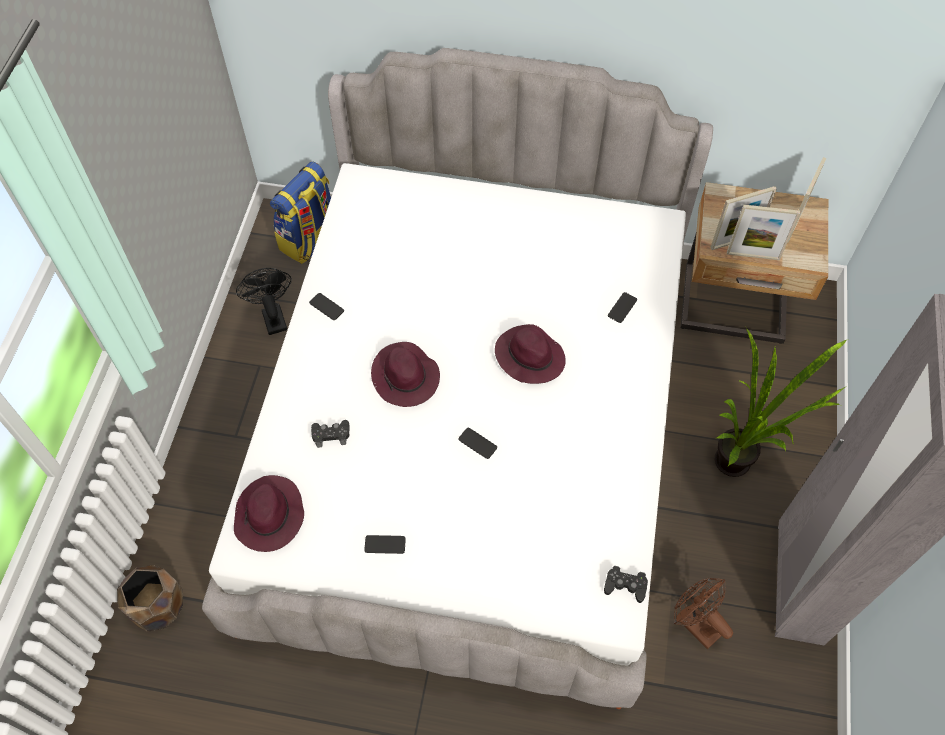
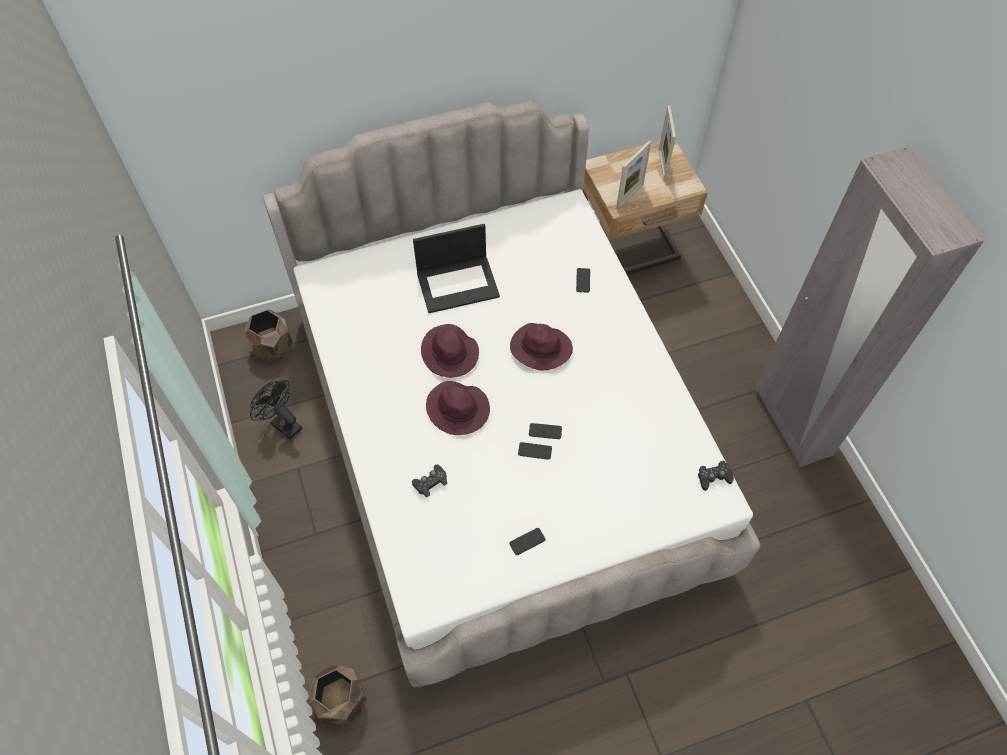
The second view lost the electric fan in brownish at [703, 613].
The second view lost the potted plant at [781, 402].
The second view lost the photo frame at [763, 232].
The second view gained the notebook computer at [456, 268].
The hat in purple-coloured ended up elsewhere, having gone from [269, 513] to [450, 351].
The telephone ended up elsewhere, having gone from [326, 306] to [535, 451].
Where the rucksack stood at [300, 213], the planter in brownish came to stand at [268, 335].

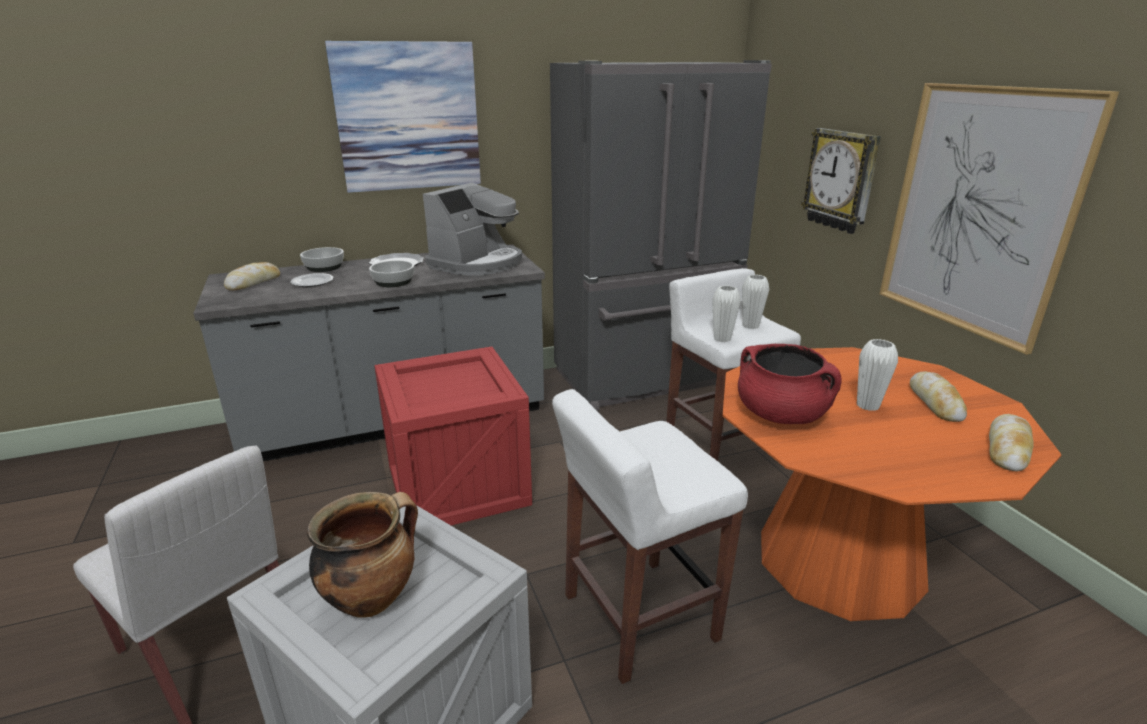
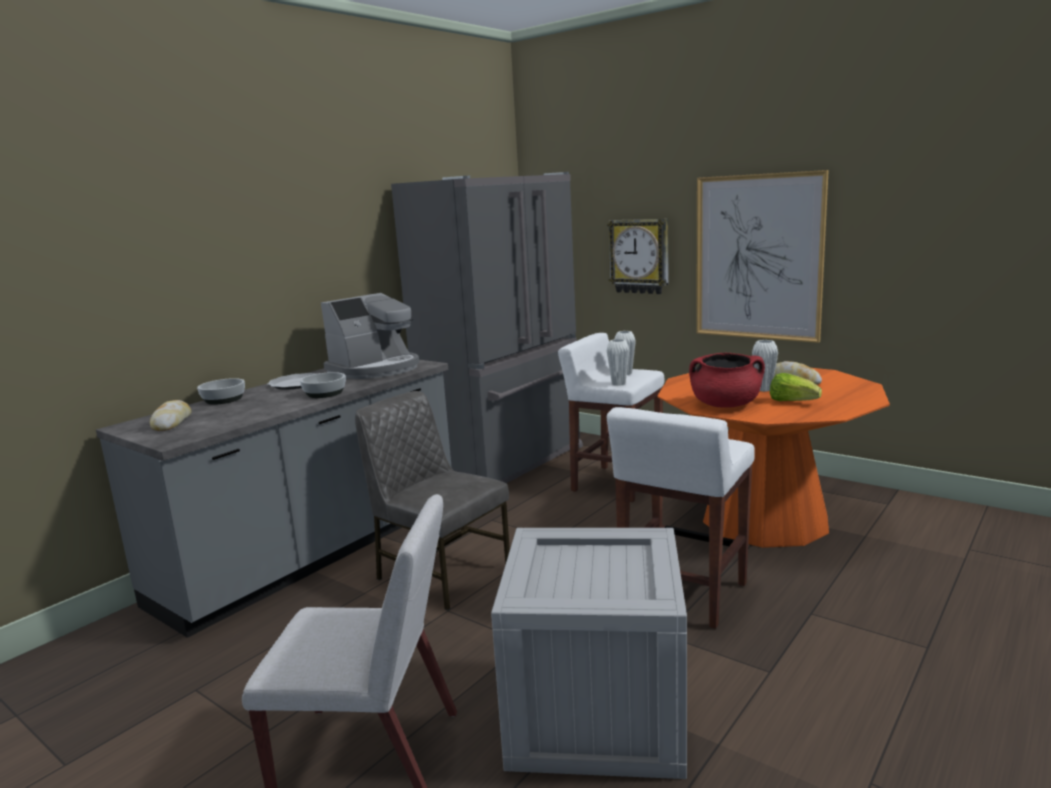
The second view lost the flat dish at [311, 280].
The second view lost the cooking pot at [362, 555].
The second view lost the wall picture at [403, 117].
The second view lost the bakery bread at [1011, 443].
The second view gained the head of lettuce at [796, 387].
Where the packing crate stood at [453, 435], the upright chair in greyish came to stand at [432, 501].
The coffee maker at [472, 229] ended up facing another way, 45 degrees clockwise from before.

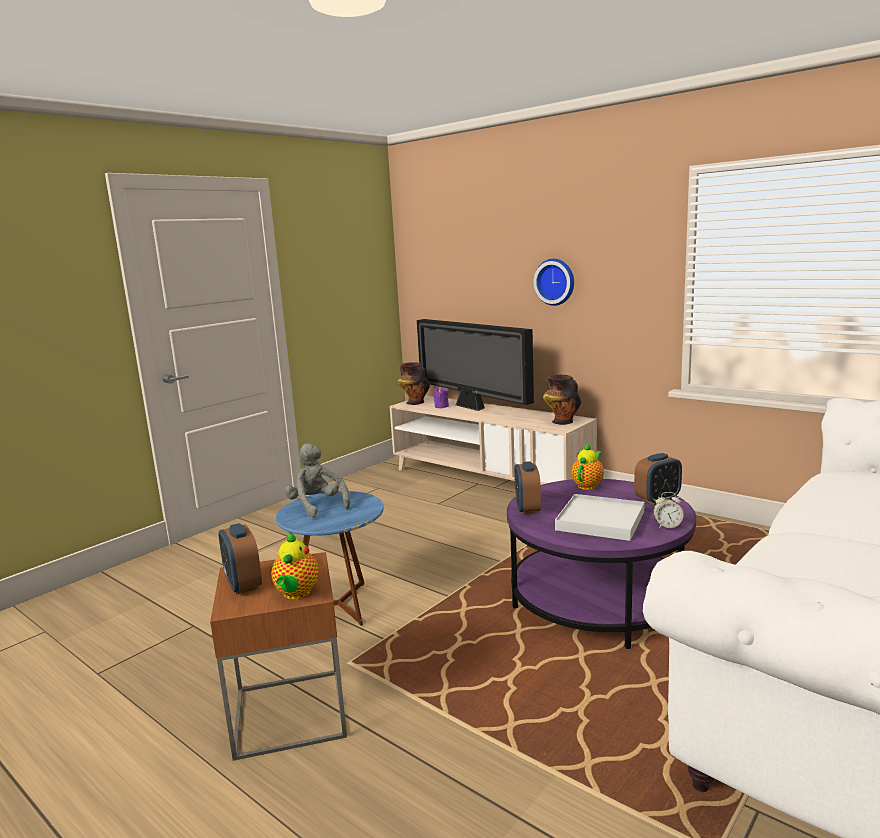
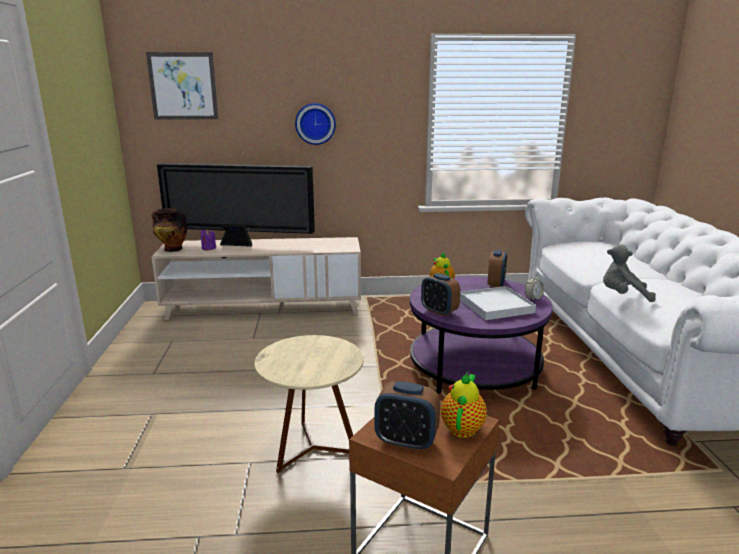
The second view lost the decorative vase at [562, 400].
The second view gained the wall picture at [182, 86].
The soft toy in greyish ended up elsewhere, having gone from [317, 480] to [629, 273].
What was the end table in blue at [330, 558] turned into the end table in sand-coloured at [309, 404].
The pot for tea at [295, 565] ended up facing another way, 120 degrees counterclockwise from before.

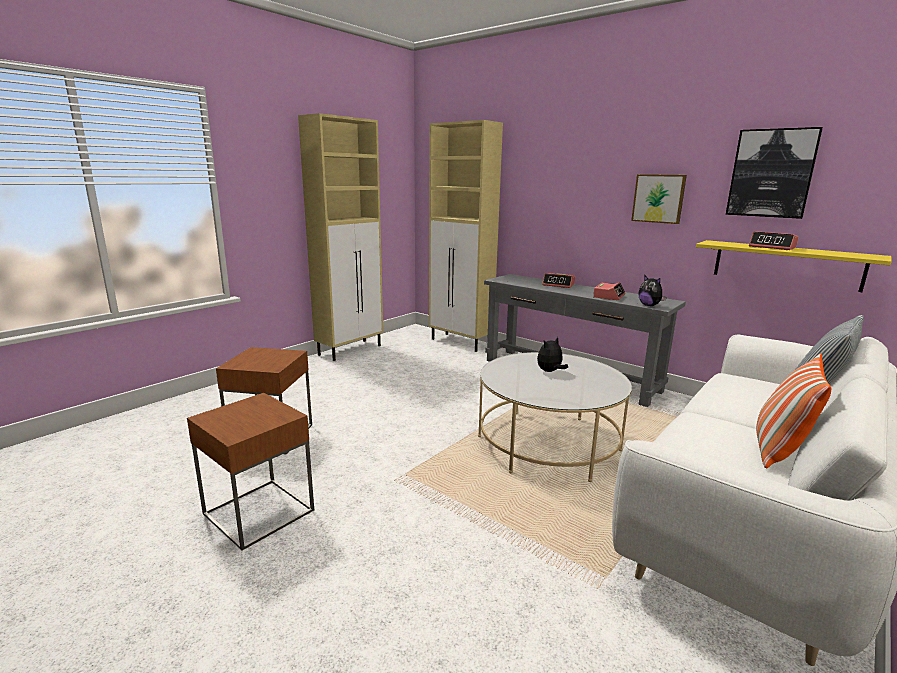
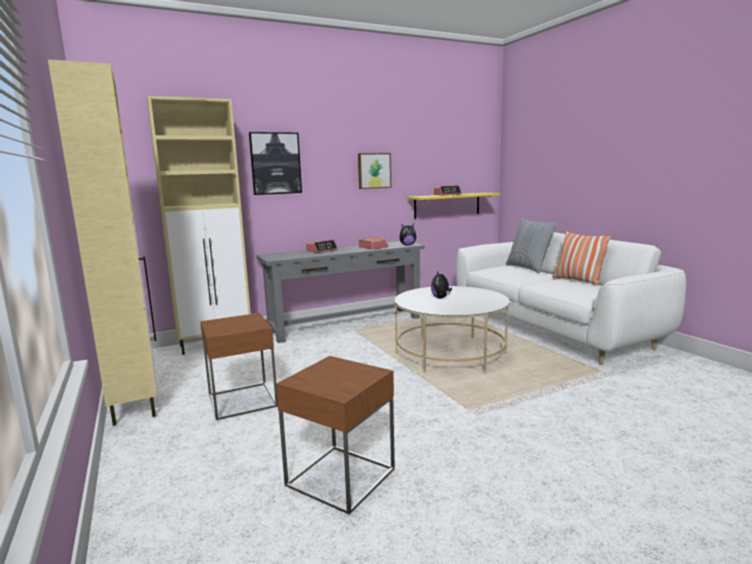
The end table in brownish ended up elsewhere, having gone from [250, 471] to [239, 366].
The wall picture ended up elsewhere, having gone from [774, 173] to [275, 163].

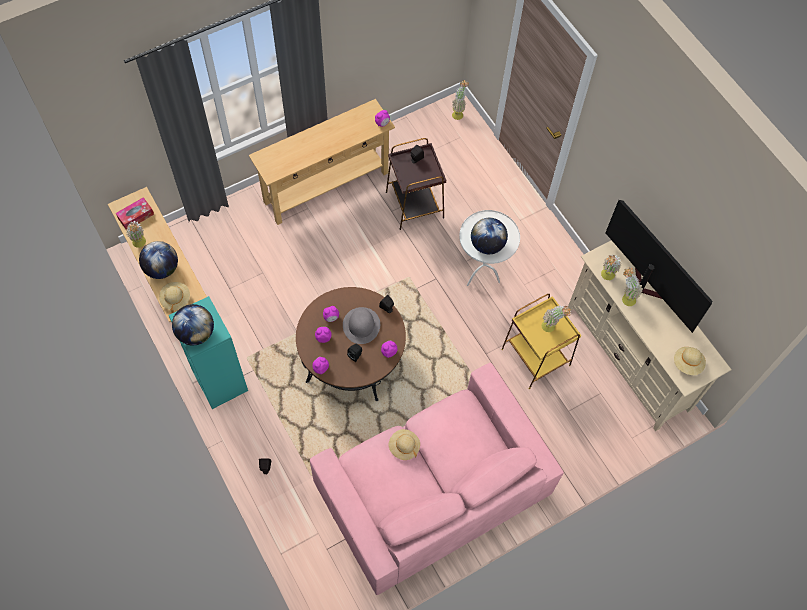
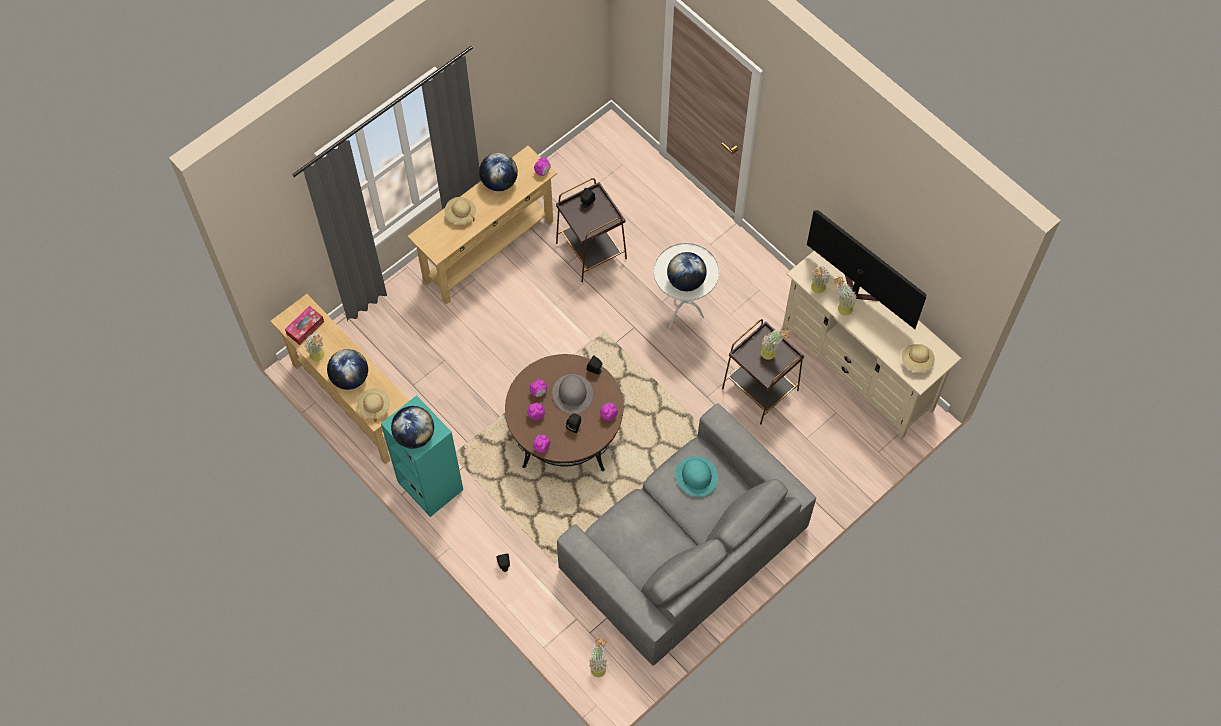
The second view gained the globe at [498, 172].
The second view gained the hat in turquoise at [696, 476].
The hat in sand-coloured ended up elsewhere, having gone from [404, 444] to [460, 210].
The potted plant ended up elsewhere, having gone from [460, 100] to [598, 657].
What was the settee in pinkish at [437, 479] turned into the settee in greyish at [686, 534].
What was the end table in yellowish at [541, 341] turned into the end table in brownish at [763, 372].

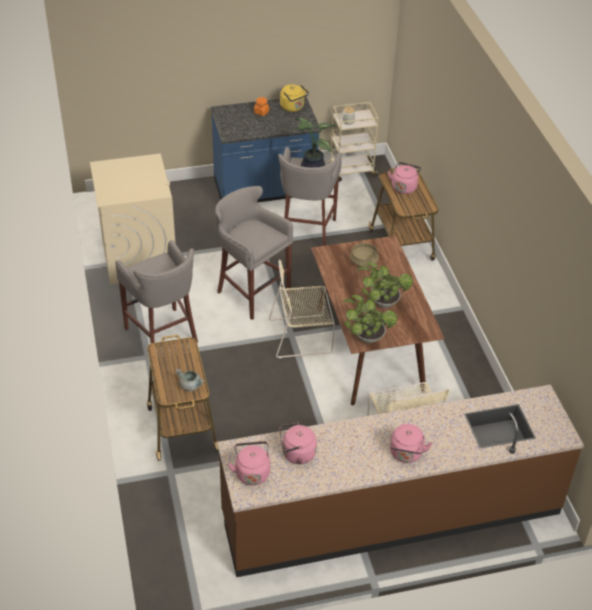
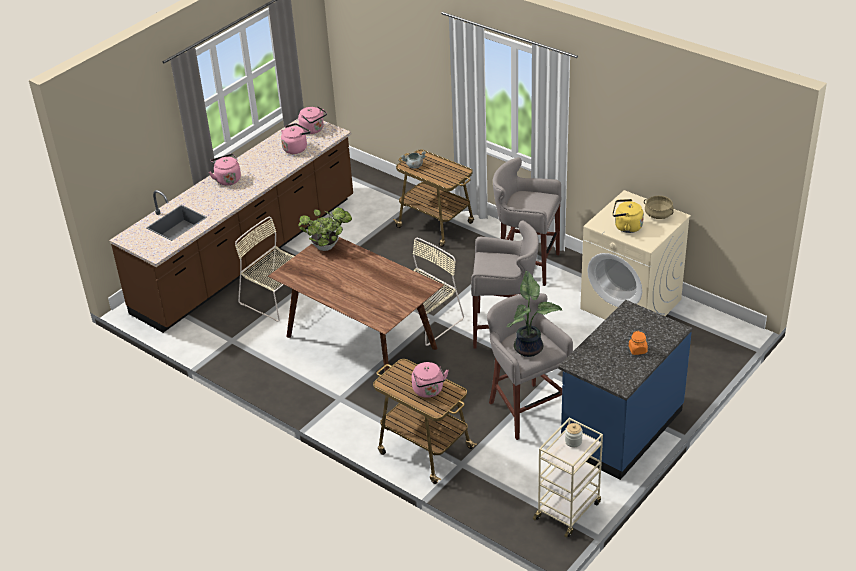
The second view lost the potted plant at [385, 285].
The water kettle in yellowish ended up elsewhere, having gone from [294, 98] to [628, 216].
The cooking pot in sand-coloured ended up elsewhere, having gone from [364, 255] to [659, 207].

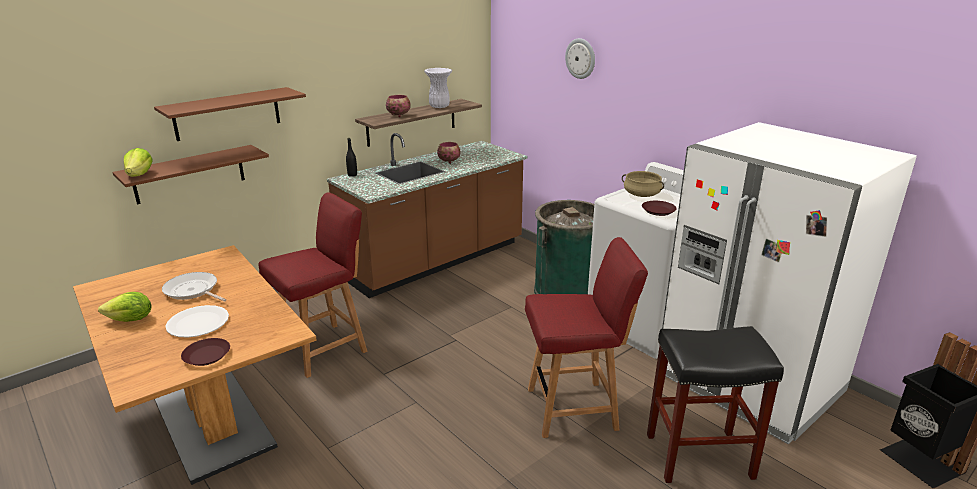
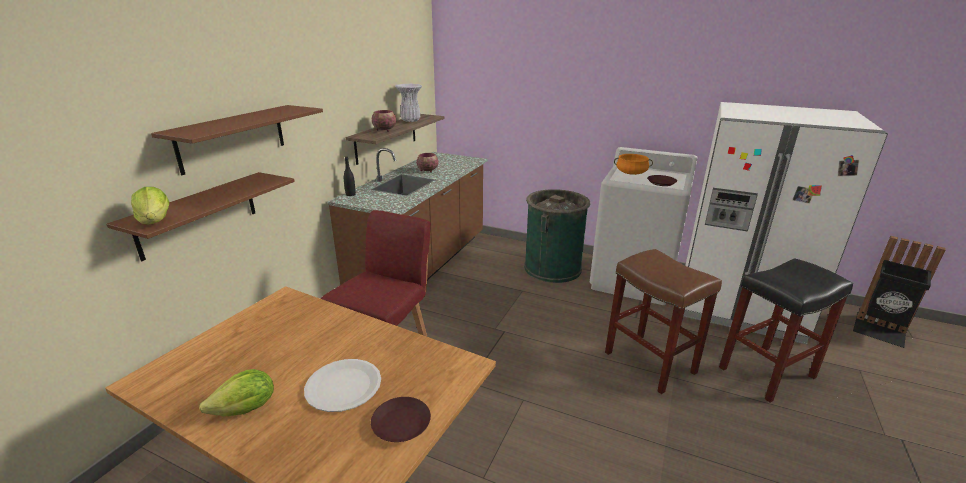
The second view lost the pan at [194, 286].
The second view lost the hanging clock at [580, 58].
Where the upright chair in red-coloured stood at [586, 337], the stool seat in brownish came to stand at [663, 321].
What was the cooking pot in sand-coloured at [643, 184] turned into the cooking pot in orange at [633, 164].

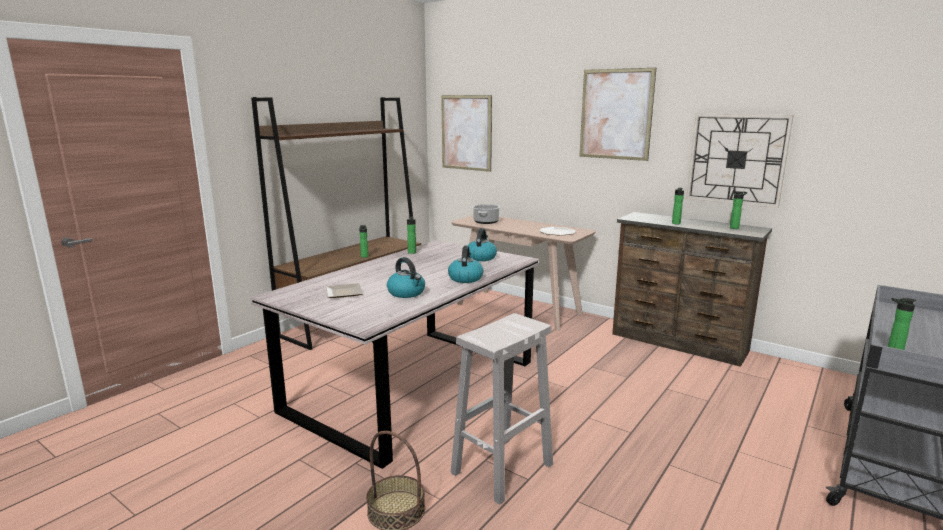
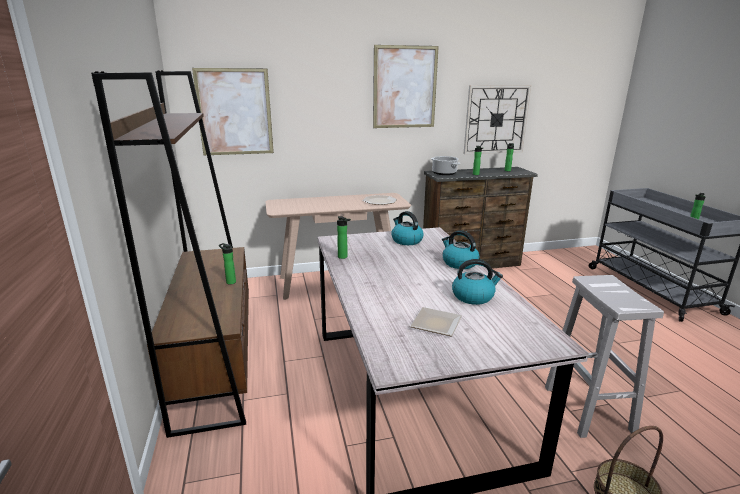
The cooking pot ended up elsewhere, having gone from [486, 214] to [445, 165].

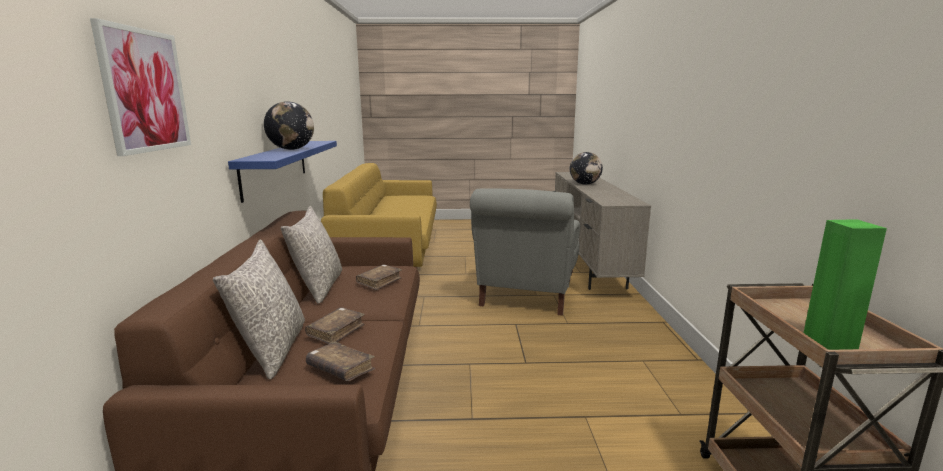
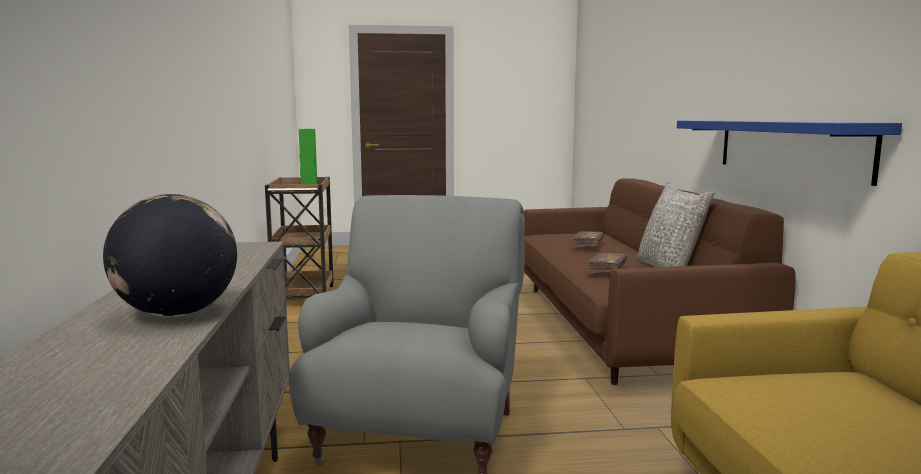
The second view lost the wall picture at [140, 87].
The second view lost the cushion in greyish at [259, 309].
The second view lost the globe at [289, 125].
The second view lost the book in brownish at [340, 361].

